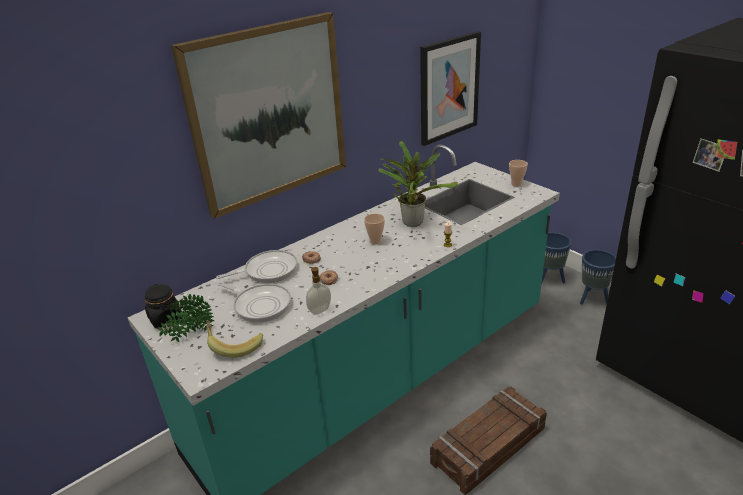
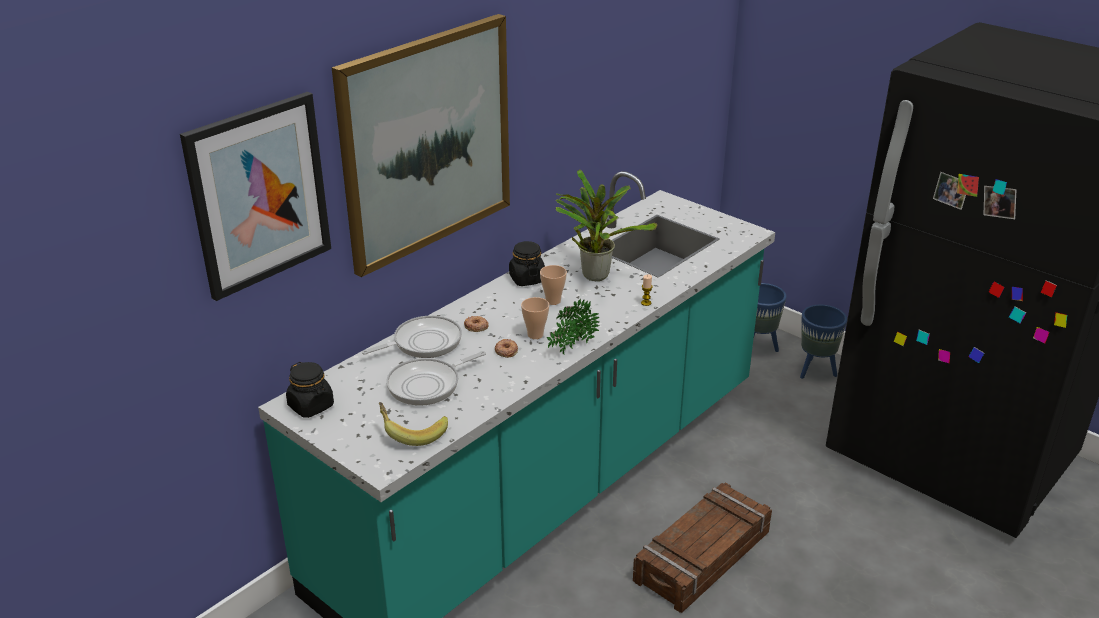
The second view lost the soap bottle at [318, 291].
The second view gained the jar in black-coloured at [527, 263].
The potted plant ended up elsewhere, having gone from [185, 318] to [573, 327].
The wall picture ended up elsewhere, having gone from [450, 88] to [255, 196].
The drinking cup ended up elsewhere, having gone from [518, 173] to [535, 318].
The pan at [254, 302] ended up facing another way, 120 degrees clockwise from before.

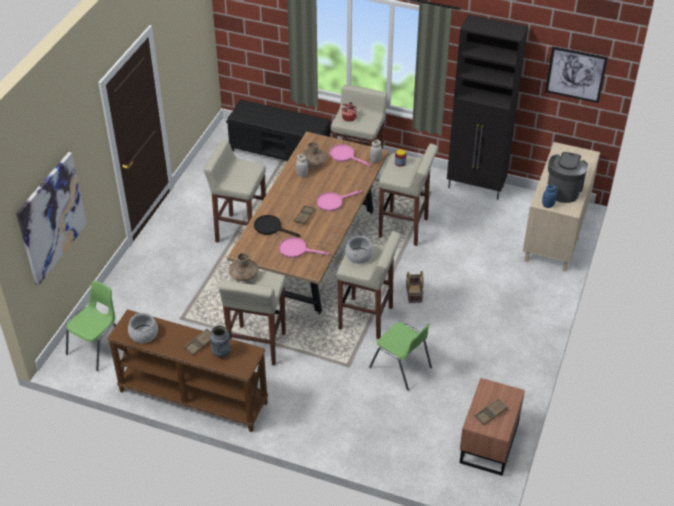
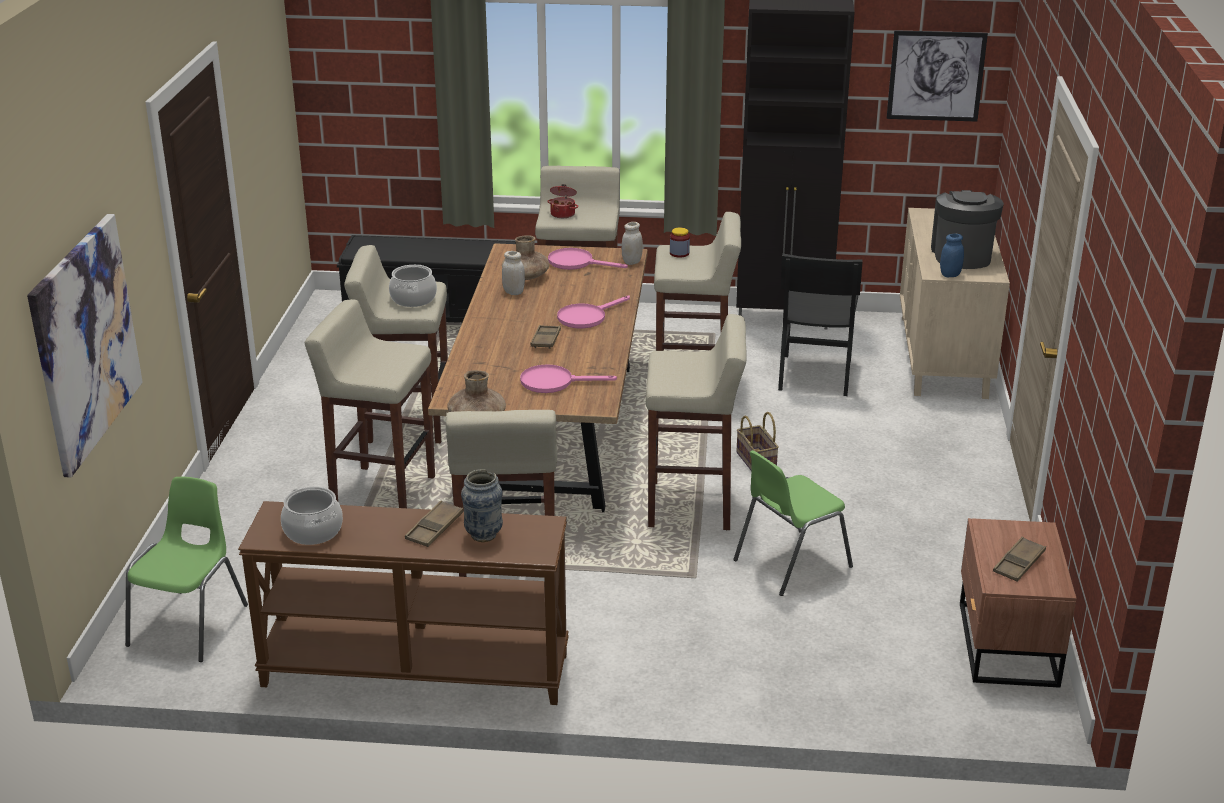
The second view lost the pan in black-coloured at [277, 226].
The second view gained the stool seat in sand-coloured at [370, 403].
The second view gained the upright chair in black-coloured at [820, 325].
The cooking pot ended up elsewhere, having gone from [359, 250] to [413, 286].
The upright chair in green at [400, 356] ended up facing another way, 120 degrees clockwise from before.

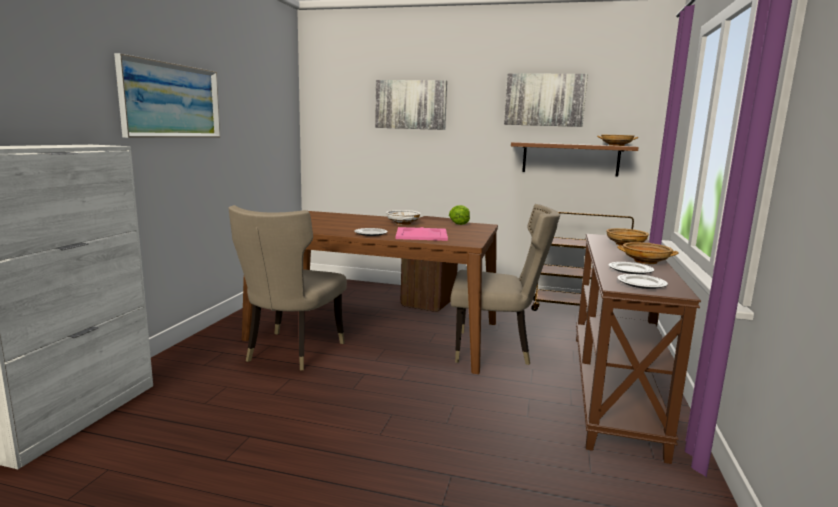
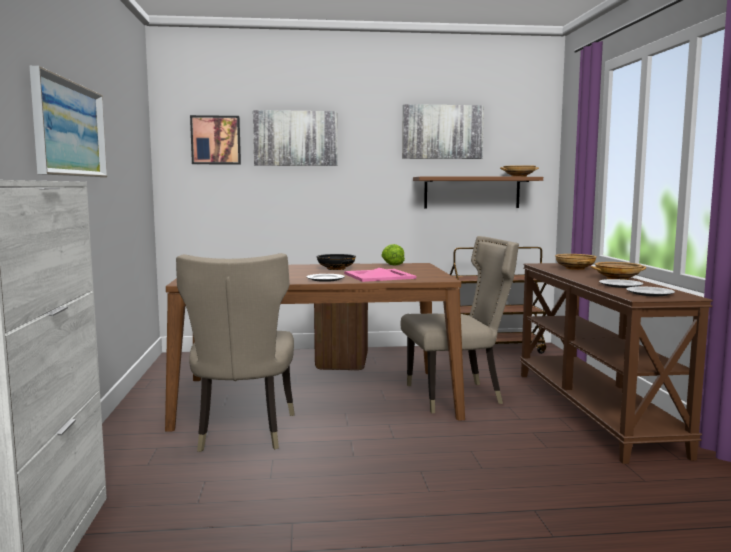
The second view gained the wall picture at [215, 139].
What was the deep dish in white at [403, 217] turned into the deep dish in black-coloured at [336, 262].

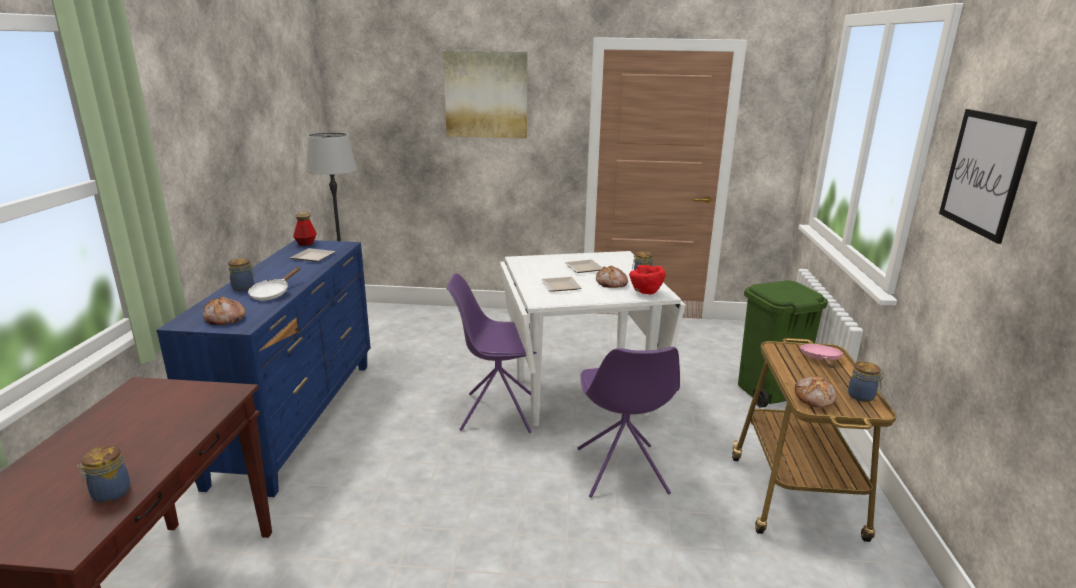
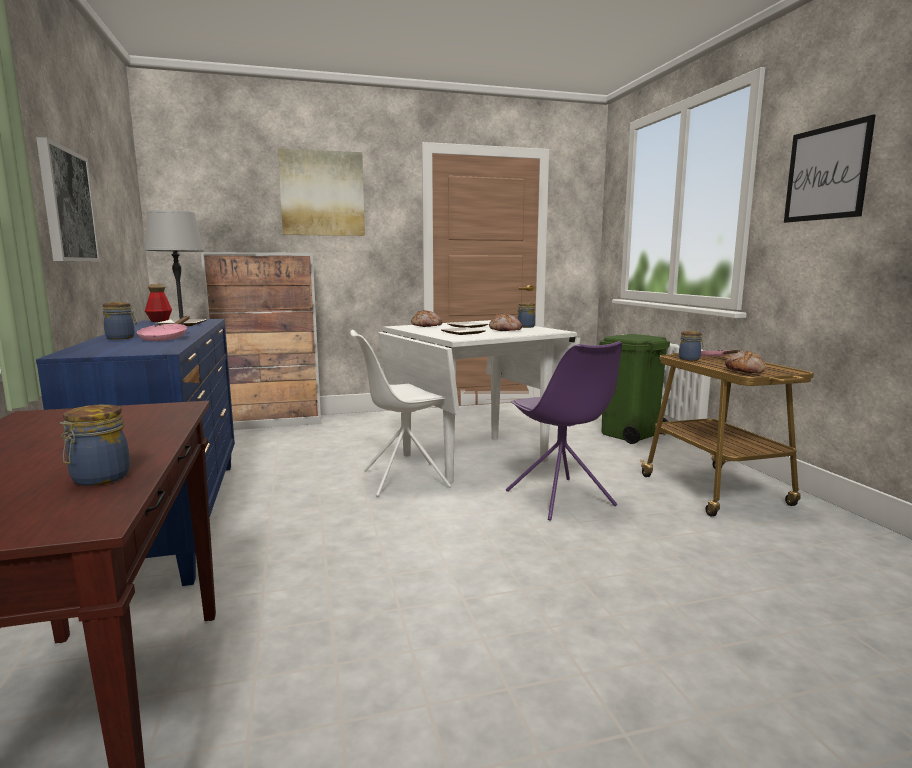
The second view lost the deep dish in red-coloured at [647, 279].
The second view gained the wall picture at [68, 199].
The second view gained the storage cabinet at [261, 341].
The bakery bread ended up elsewhere, having gone from [224, 311] to [426, 318].
The jar ended up elsewhere, having gone from [866, 381] to [691, 346].
What was the pan in white at [274, 283] turned into the pan in pinkish at [163, 328].
What was the upright chair in purple-coloured at [491, 353] turned into the upright chair in white at [401, 413].

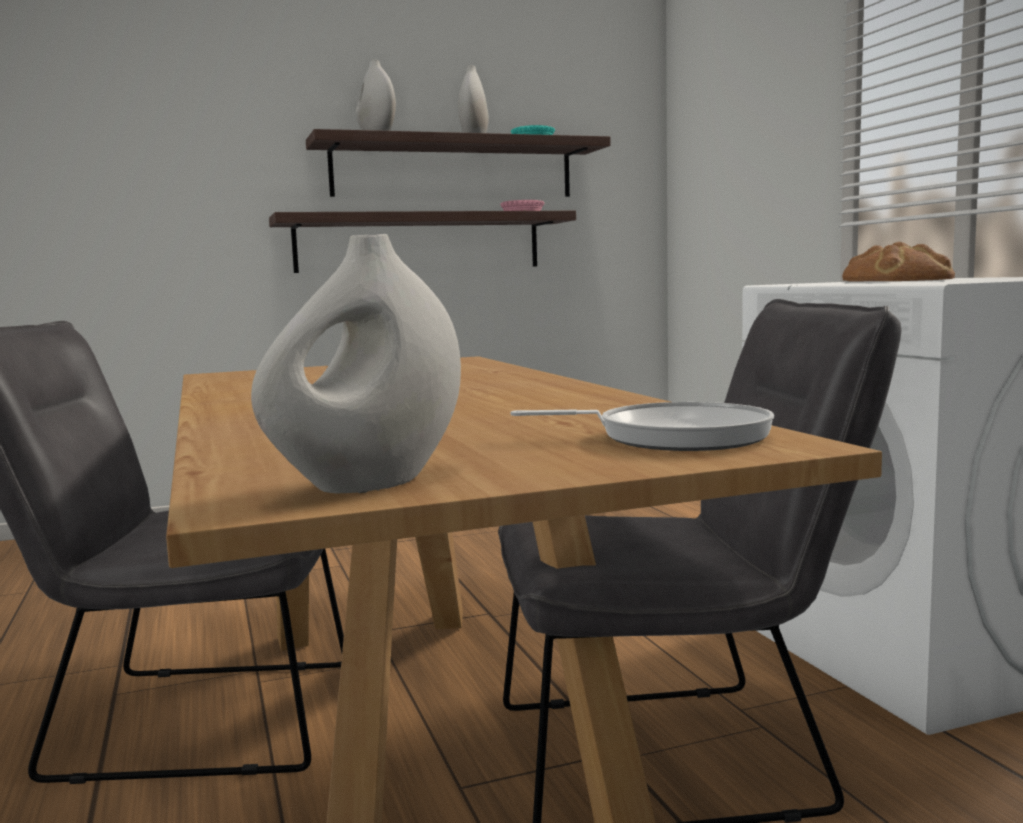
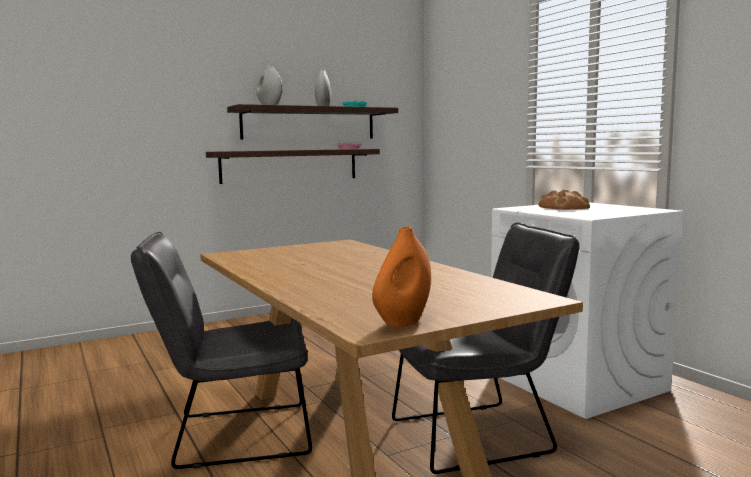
The second view lost the pan at [642, 426].
What was the decorative vase in white at [356, 364] turned into the decorative vase in orange at [401, 276].

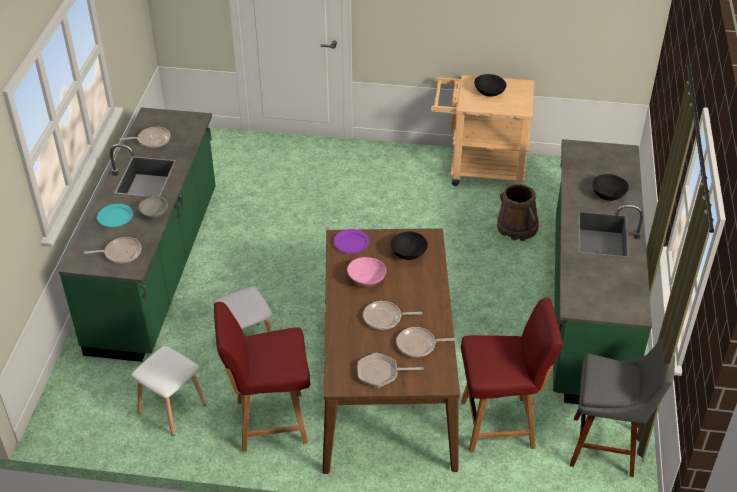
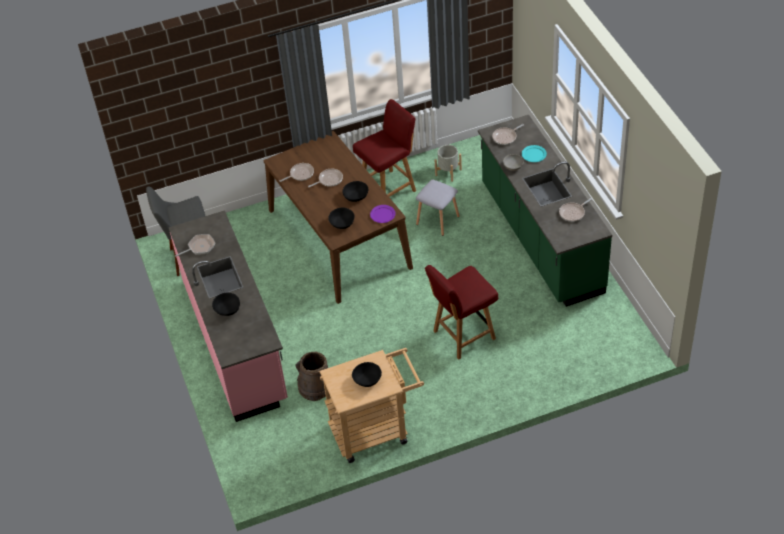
The pan ended up elsewhere, having gone from [390, 370] to [195, 245].
The upright chair in red-coloured ended up elsewhere, having gone from [512, 375] to [461, 312].
Where the stool seat in white stood at [169, 391], the planter in greyish came to stand at [448, 163].
What was the deep dish in pinkish at [366, 272] turned into the deep dish in black-coloured at [355, 191].
What was the kitchen base unit in green at [602, 271] turned into the kitchen base unit in pinkish at [228, 316].

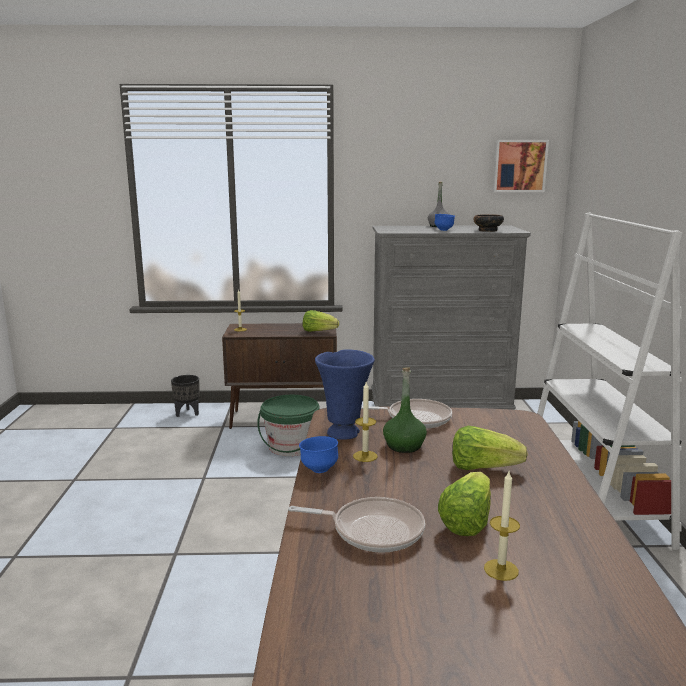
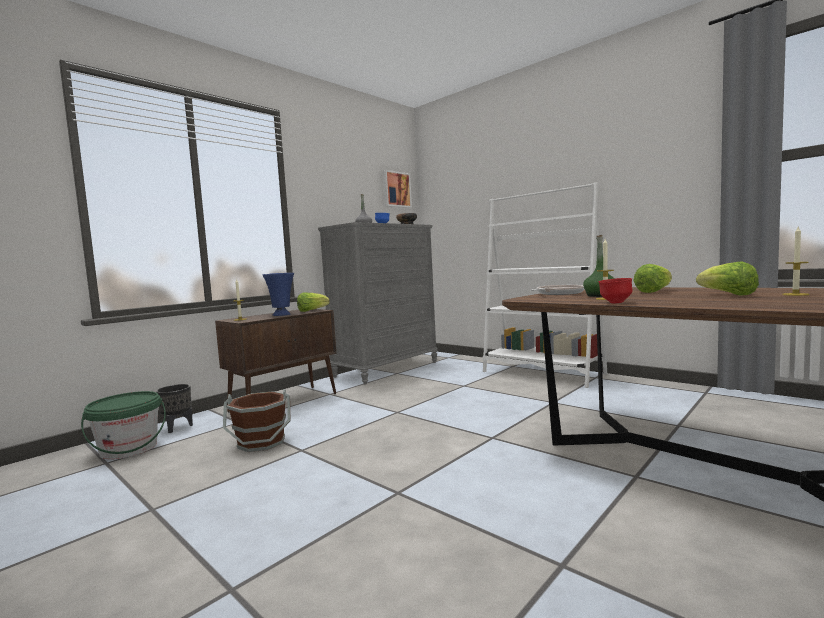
The second view lost the pan at [356, 525].
The second view gained the water bucket in brownish at [257, 420].
The water bucket in green ended up elsewhere, having gone from [288, 425] to [123, 425].
The decorative vase in blue ended up elsewhere, having gone from [345, 394] to [278, 294].
What was the deep dish in blue at [318, 454] turned into the deep dish in red-coloured at [616, 290].

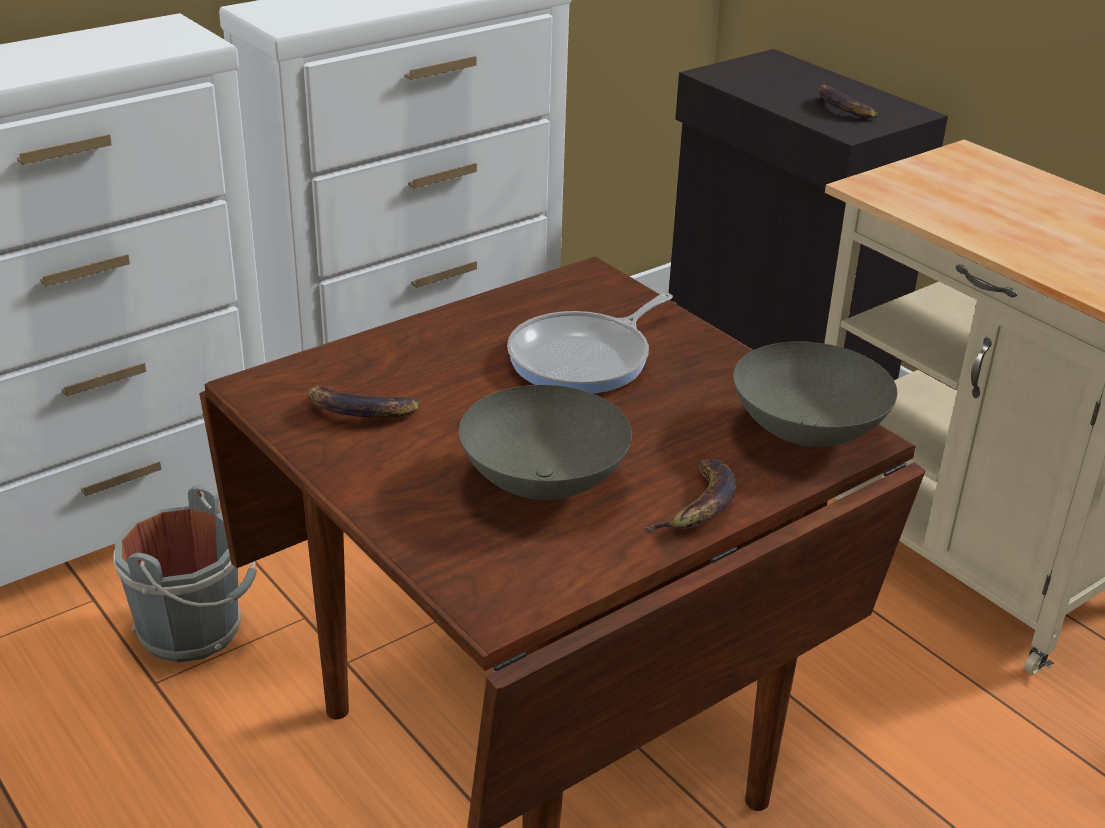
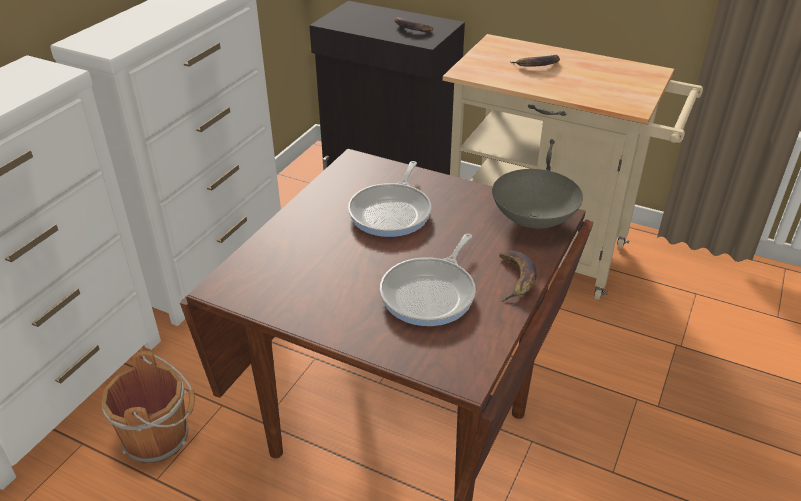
The banana ended up elsewhere, having gone from [363, 401] to [535, 61].
Where the deep dish in greyish stood at [545, 442], the pan came to stand at [428, 279].
What was the water bucket in greyish at [185, 574] turned into the water bucket in brownish at [148, 407].

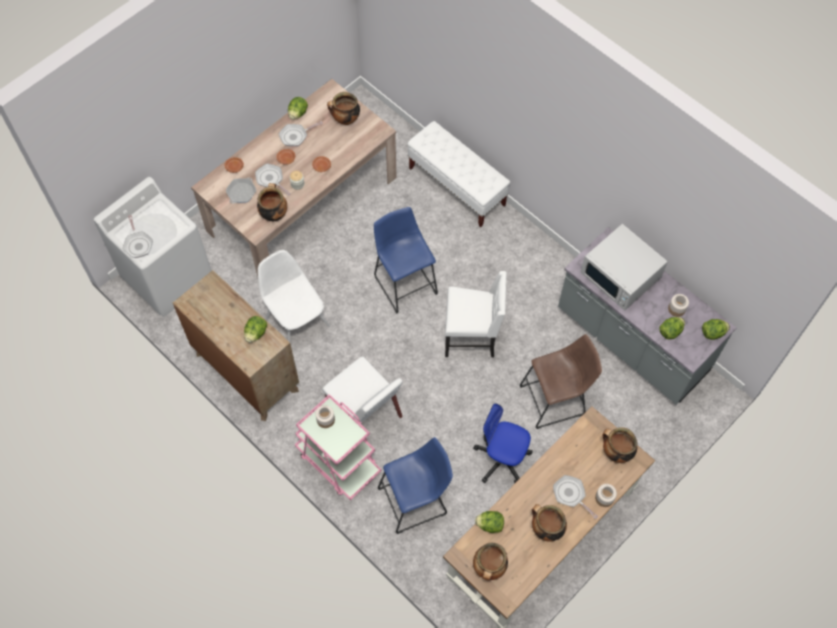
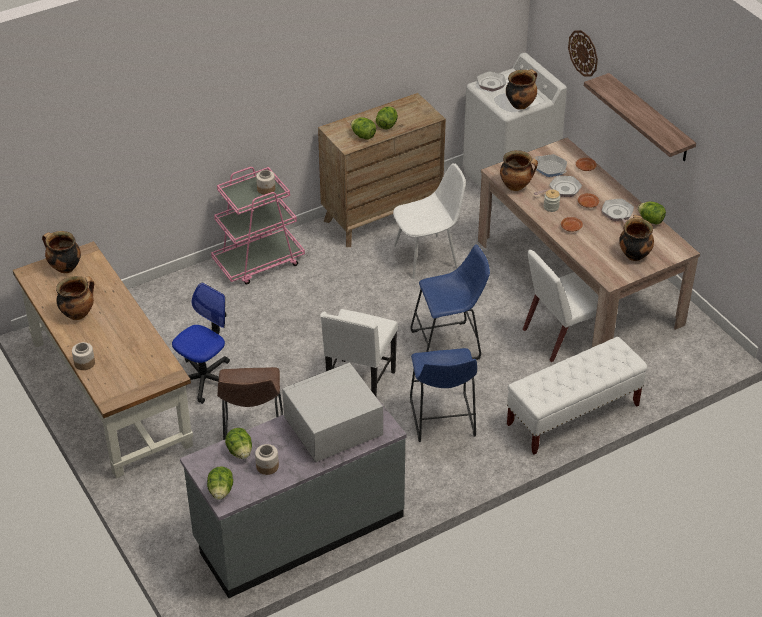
The second view lost the pan at [575, 497].
The second view gained the hanging clock at [583, 53].
The second view gained the shelf at [640, 117].
The upright chair in white ended up elsewhere, having gone from [362, 398] to [561, 306].
The stool seat in blue ended up elsewhere, having gone from [415, 485] to [443, 395].
The head of lettuce ended up elsewhere, having gone from [489, 522] to [387, 117].
The cooking pot ended up elsewhere, having gone from [620, 445] to [521, 89].

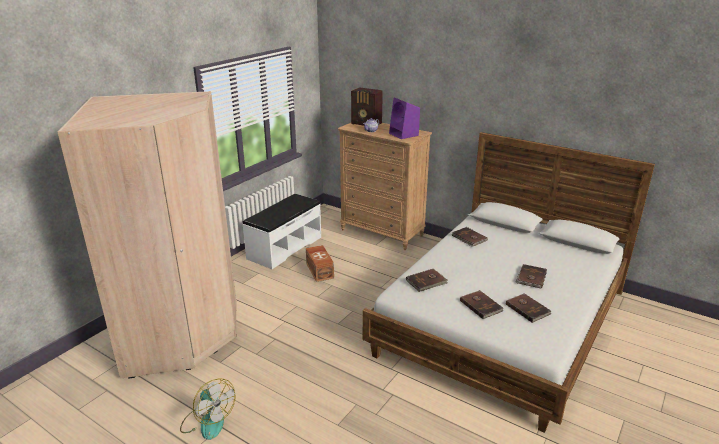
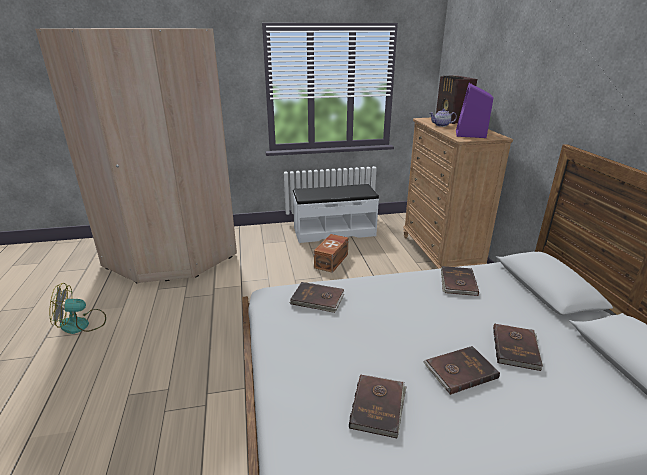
The book in brownish ended up elsewhere, having gone from [482, 304] to [518, 347].
The electric fan at [208, 409] ended up facing another way, 75 degrees clockwise from before.

